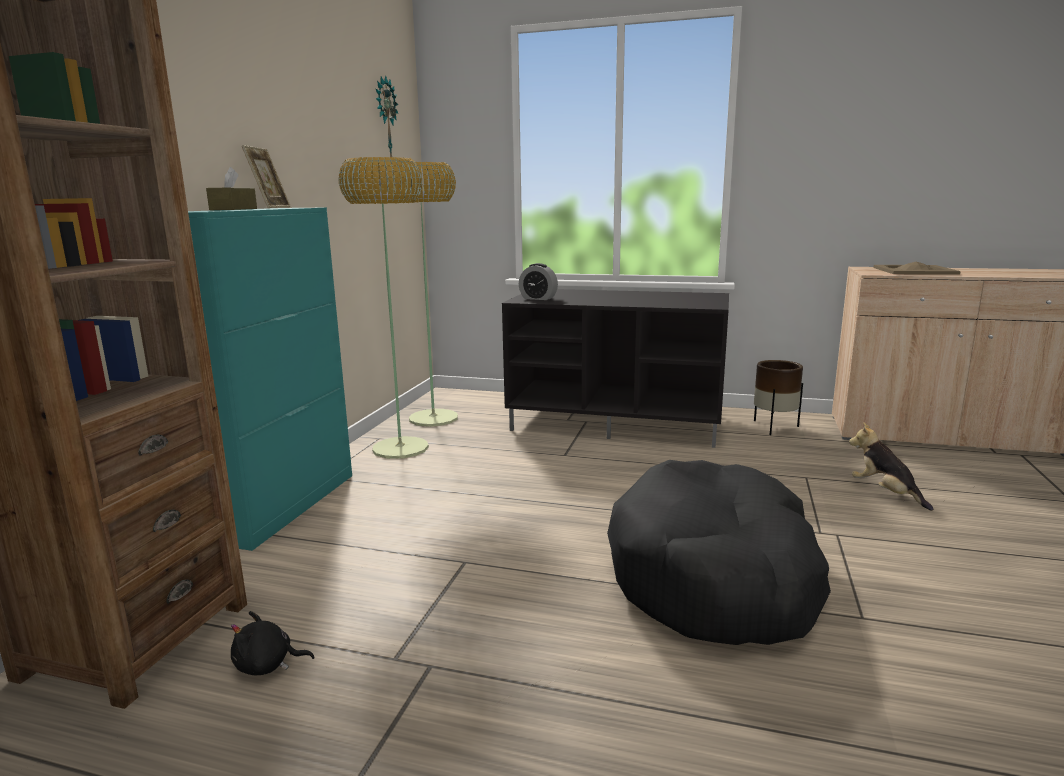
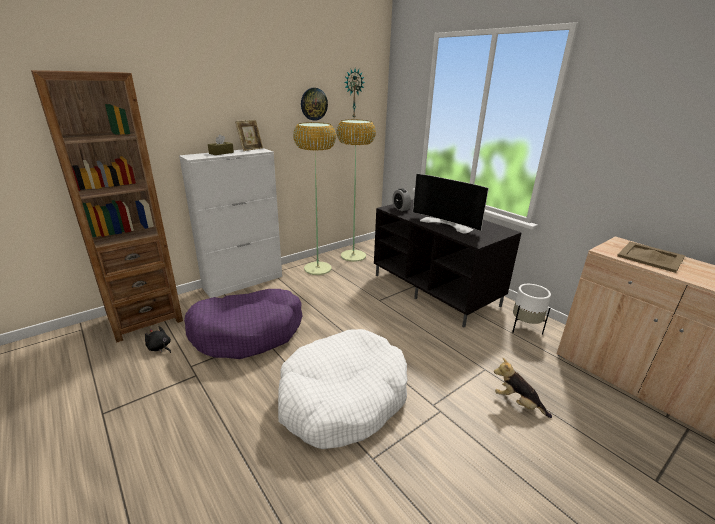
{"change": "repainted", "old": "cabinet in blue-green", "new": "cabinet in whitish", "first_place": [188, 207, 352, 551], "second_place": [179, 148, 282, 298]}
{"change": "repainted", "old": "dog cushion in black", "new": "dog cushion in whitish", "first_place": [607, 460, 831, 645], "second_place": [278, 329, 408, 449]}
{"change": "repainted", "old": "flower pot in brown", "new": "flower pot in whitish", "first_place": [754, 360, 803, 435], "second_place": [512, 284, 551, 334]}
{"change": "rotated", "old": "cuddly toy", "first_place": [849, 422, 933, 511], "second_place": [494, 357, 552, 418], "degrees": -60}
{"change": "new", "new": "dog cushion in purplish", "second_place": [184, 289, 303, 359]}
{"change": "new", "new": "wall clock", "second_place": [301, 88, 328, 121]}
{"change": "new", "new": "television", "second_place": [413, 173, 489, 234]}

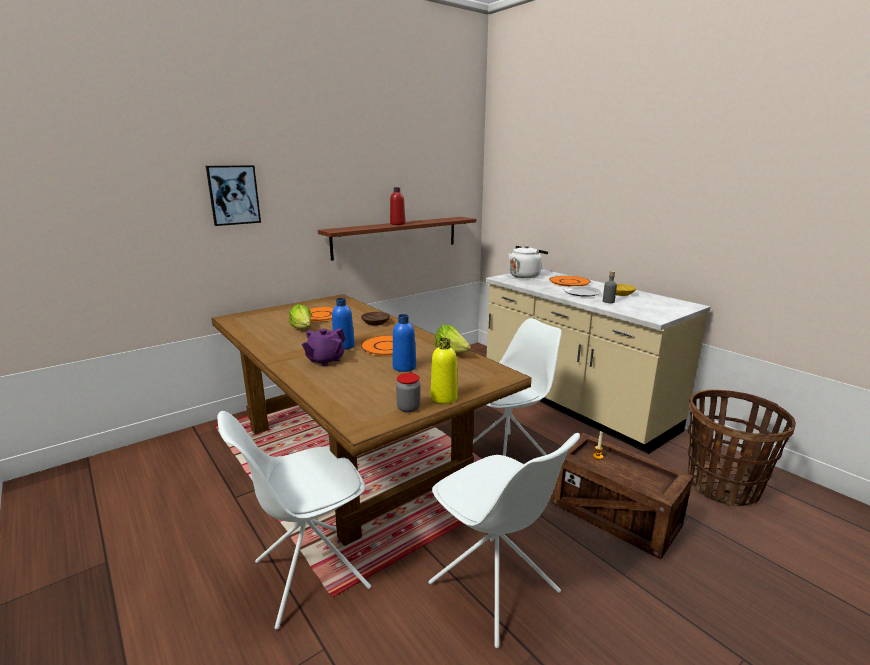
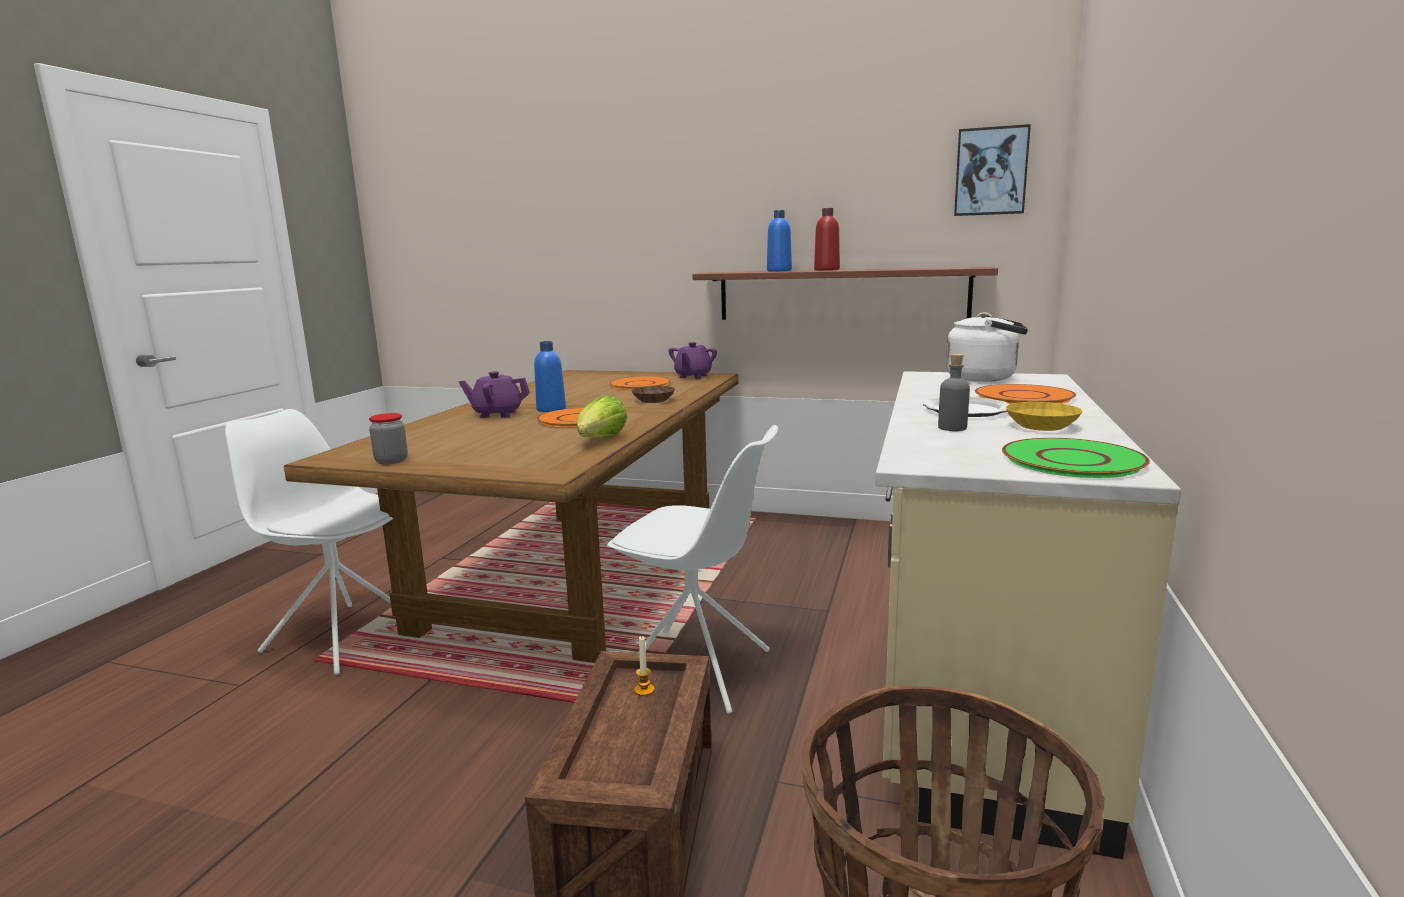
{"change": "shifted", "old": "picture", "first_place": [206, 165, 261, 226], "second_place": [954, 124, 1031, 216]}
{"change": "gone", "old": "lettuce head", "first_place": [289, 304, 312, 329]}
{"change": "shifted", "old": "drink bottle in blue-coloured", "first_place": [393, 314, 416, 372], "second_place": [767, 210, 792, 272]}
{"change": "gone", "old": "upright chair in whitish", "first_place": [428, 433, 580, 648]}
{"change": "gone", "old": "drink bottle in yellow-coloured", "first_place": [431, 338, 458, 404]}
{"change": "new", "new": "teapot in purplish", "second_place": [668, 342, 717, 379]}
{"change": "new", "new": "flat dish in green", "second_place": [1002, 438, 1150, 478]}

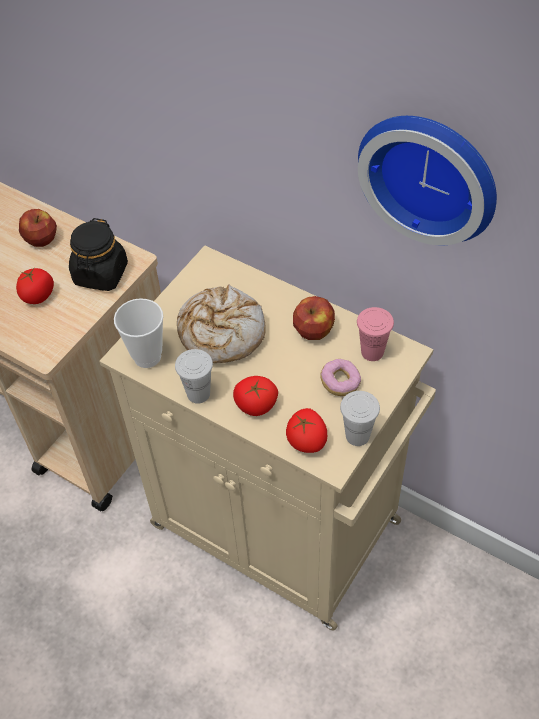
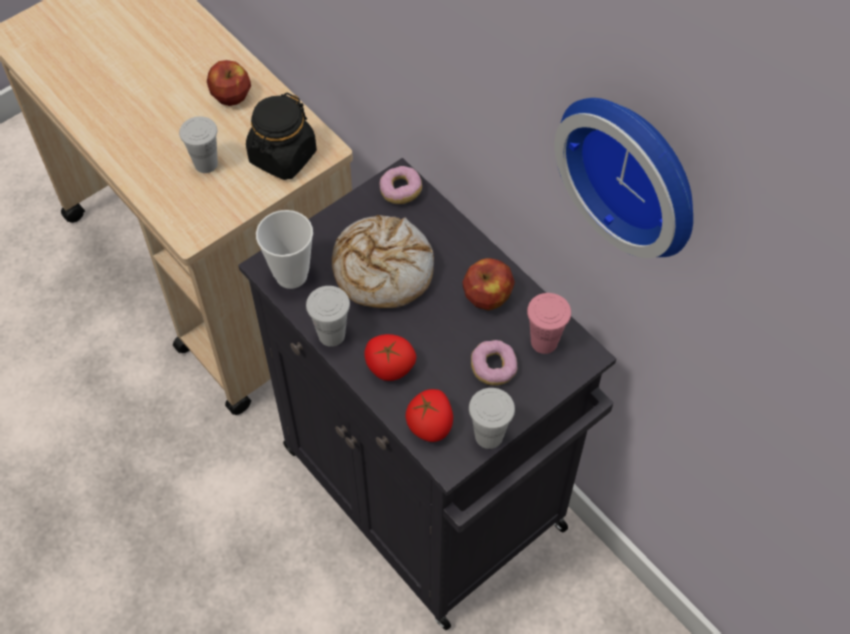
{"change": "swapped", "old": "tomato", "new": "cup in whitish", "first_place": [16, 268, 54, 304], "second_place": [179, 116, 218, 173]}
{"change": "repainted", "old": "cabinet in beige", "new": "cabinet in black", "first_place": [99, 245, 436, 631], "second_place": [238, 158, 616, 630]}
{"change": "new", "new": "donut", "second_place": [379, 166, 422, 204]}

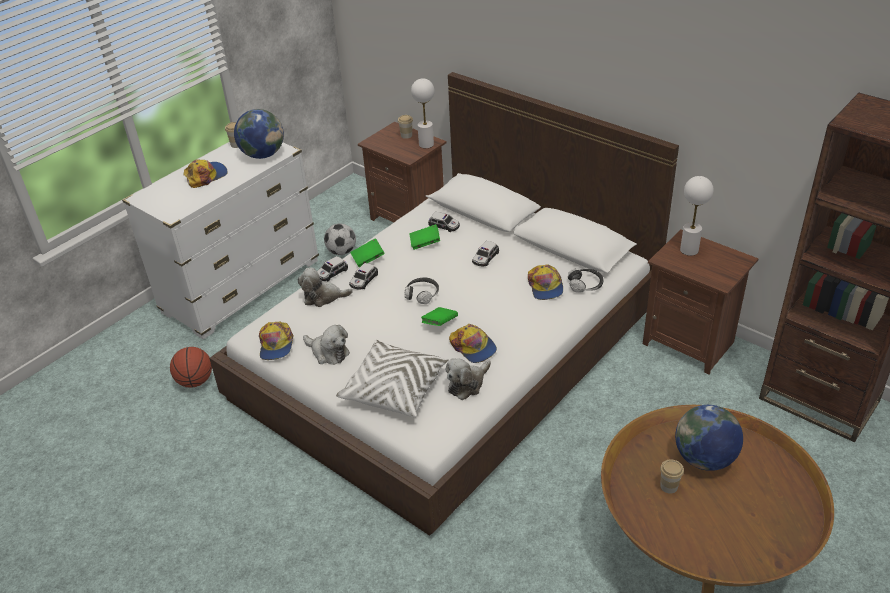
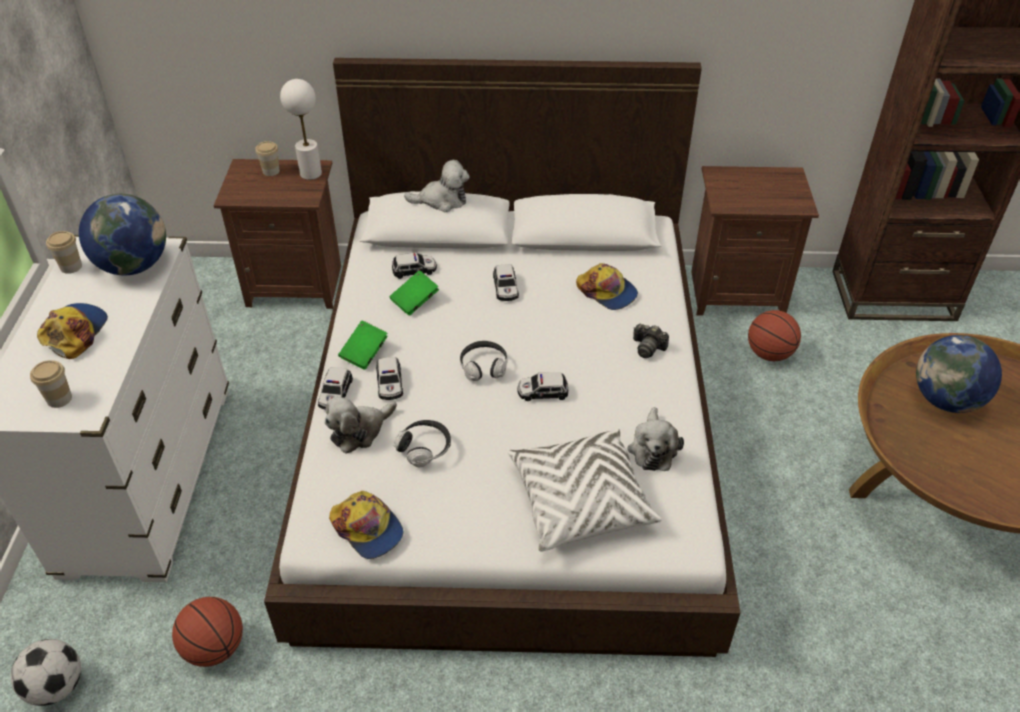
{"change": "shifted", "old": "cuddly toy", "first_place": [303, 325, 350, 365], "second_place": [404, 160, 470, 212]}
{"change": "shifted", "old": "football ball", "first_place": [324, 224, 356, 255], "second_place": [11, 639, 81, 706]}
{"change": "swapped", "old": "volume in green", "new": "miniature car", "first_place": [421, 307, 458, 326], "second_place": [517, 373, 568, 401]}
{"change": "gone", "old": "peaked cap", "first_place": [449, 324, 497, 363]}
{"change": "shifted", "old": "headset", "first_place": [568, 268, 604, 293], "second_place": [394, 420, 451, 467]}
{"change": "shifted", "old": "cup", "first_place": [660, 460, 684, 494], "second_place": [30, 360, 72, 408]}
{"change": "gone", "old": "table lamp in whitish", "first_place": [680, 176, 714, 256]}
{"change": "new", "new": "photo camera", "second_place": [633, 324, 669, 358]}
{"change": "new", "new": "basketball", "second_place": [748, 310, 801, 361]}

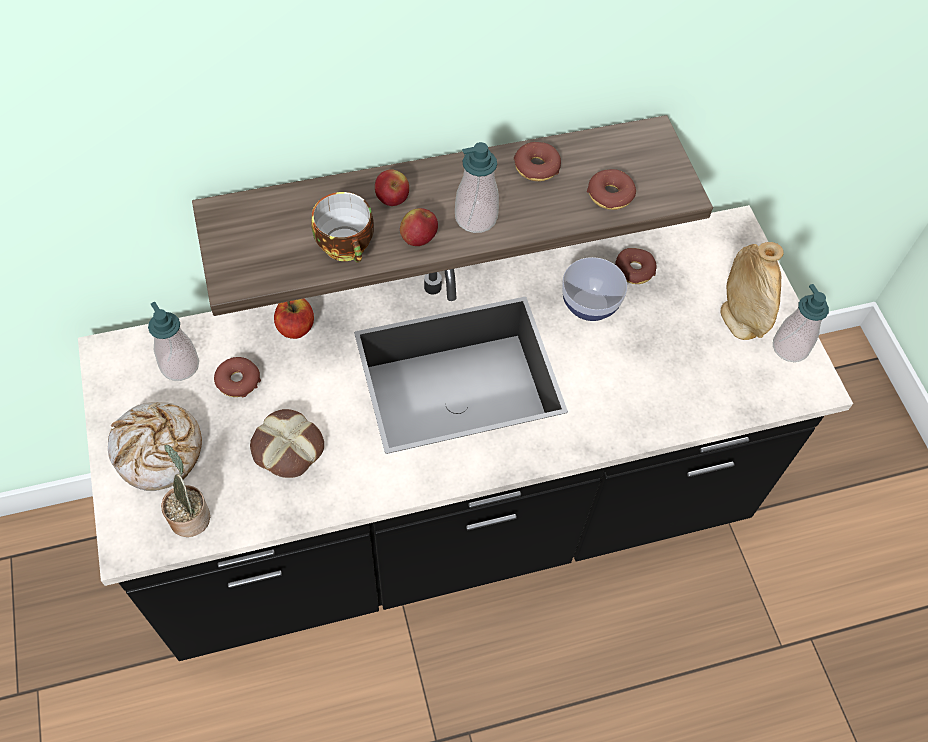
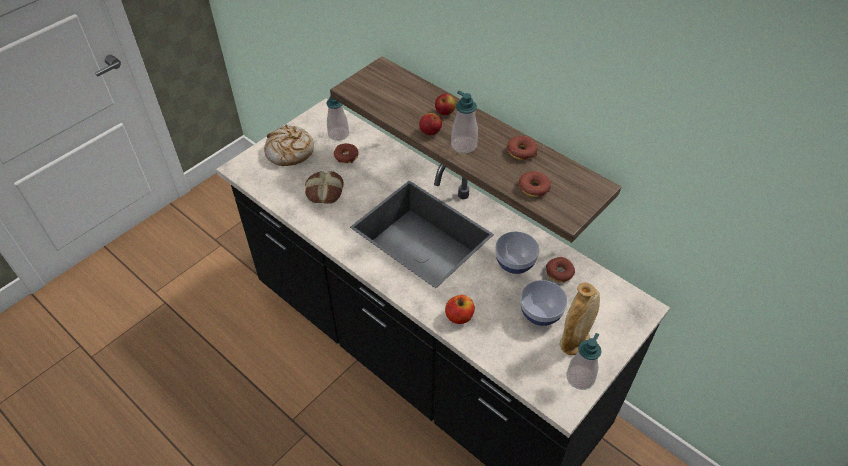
{"change": "gone", "old": "potted plant", "first_place": [161, 445, 210, 537]}
{"change": "shifted", "old": "whole apple", "first_place": [274, 298, 314, 339], "second_place": [445, 295, 475, 324]}
{"change": "gone", "old": "cup", "first_place": [312, 192, 374, 263]}
{"change": "new", "new": "bowl", "second_place": [520, 280, 567, 326]}

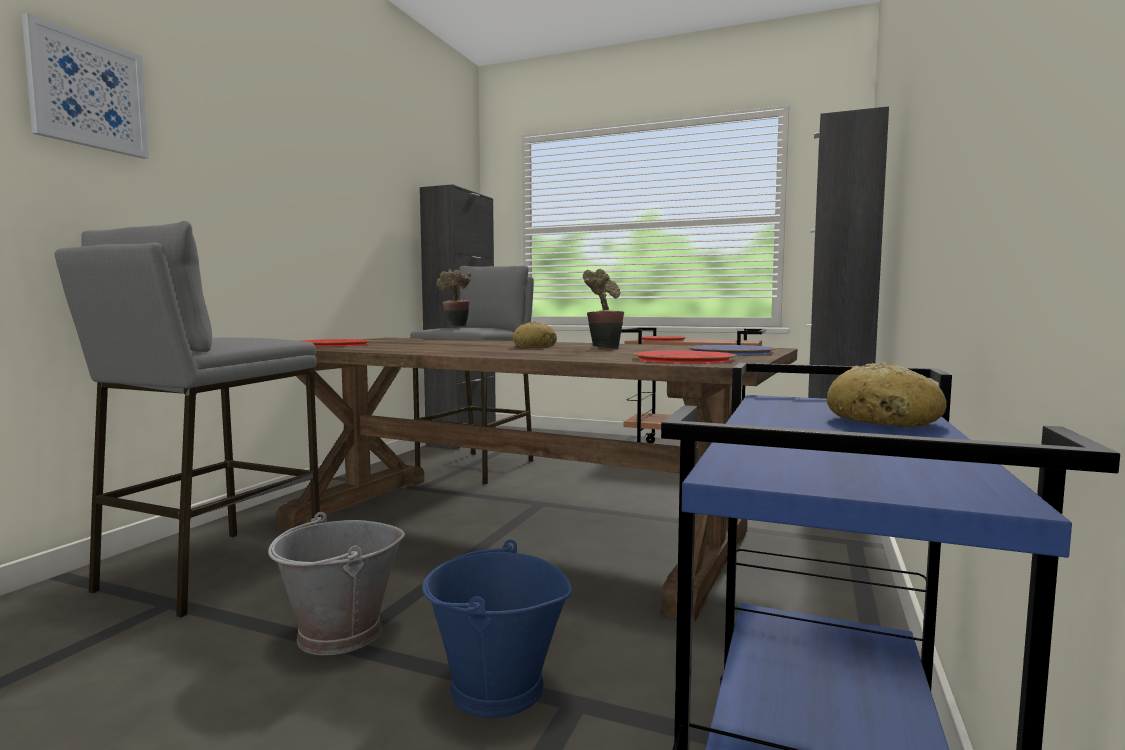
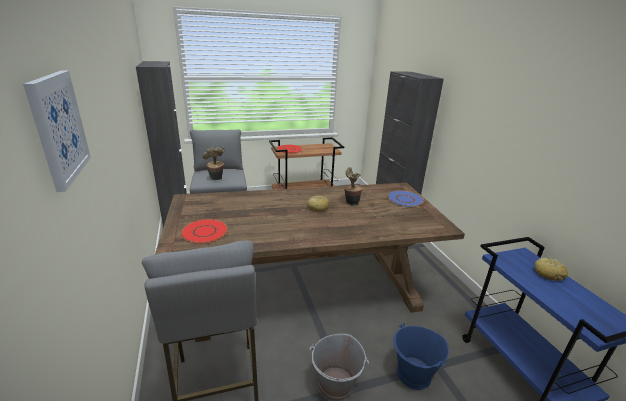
{"change": "gone", "old": "flat dish in red-coloured", "first_place": [633, 351, 737, 363]}

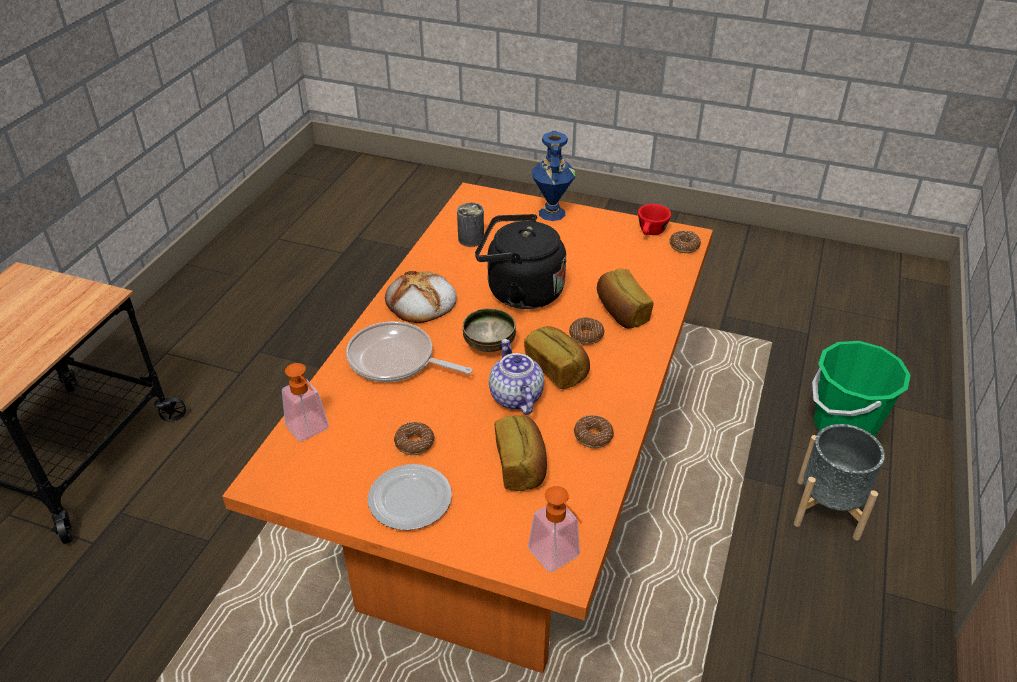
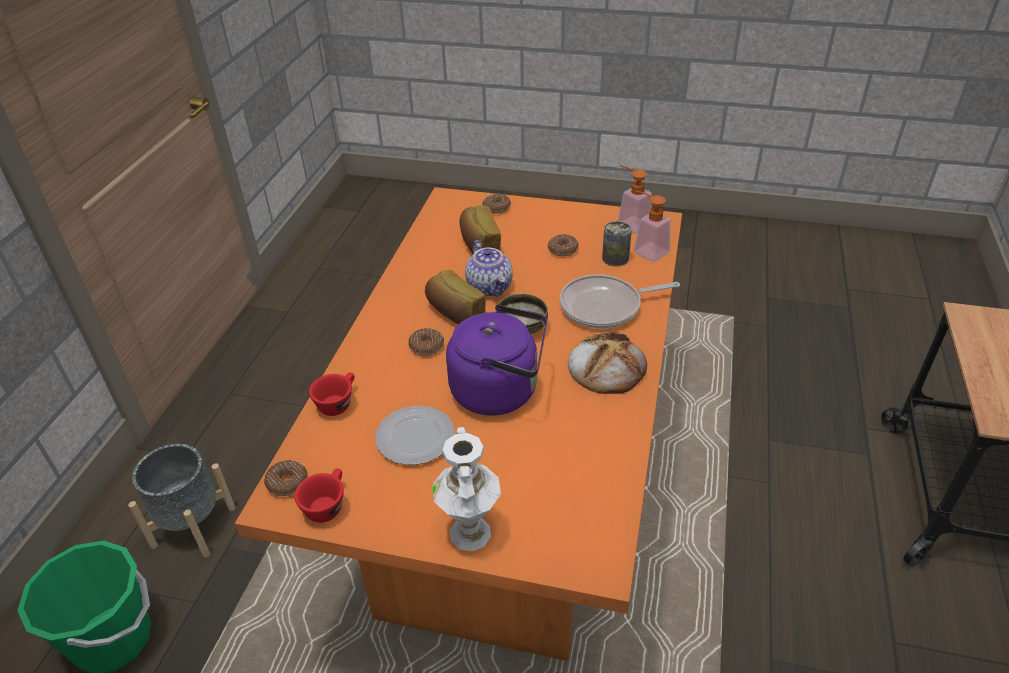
{"change": "rotated", "old": "pan", "first_place": [346, 321, 472, 382], "second_place": [560, 274, 680, 328], "degrees": 150}
{"change": "shifted", "old": "flat dish", "first_place": [368, 464, 452, 530], "second_place": [375, 406, 454, 465]}
{"change": "shifted", "old": "can", "first_place": [457, 203, 484, 247], "second_place": [602, 221, 632, 266]}
{"change": "repainted", "old": "kettle in black", "new": "kettle in purplish", "first_place": [475, 214, 566, 309], "second_place": [446, 304, 547, 416]}
{"change": "shifted", "old": "soap bottle", "first_place": [528, 486, 583, 572], "second_place": [618, 165, 652, 234]}
{"change": "repainted", "old": "flower vase in blue-coloured", "new": "flower vase in whitish", "first_place": [532, 131, 575, 221], "second_place": [433, 427, 501, 551]}
{"change": "shifted", "old": "donut", "first_place": [574, 415, 614, 448], "second_place": [483, 194, 511, 213]}
{"change": "gone", "old": "bakery bread", "first_place": [597, 269, 654, 329]}
{"change": "new", "new": "cup in red-coloured", "second_place": [309, 372, 354, 416]}

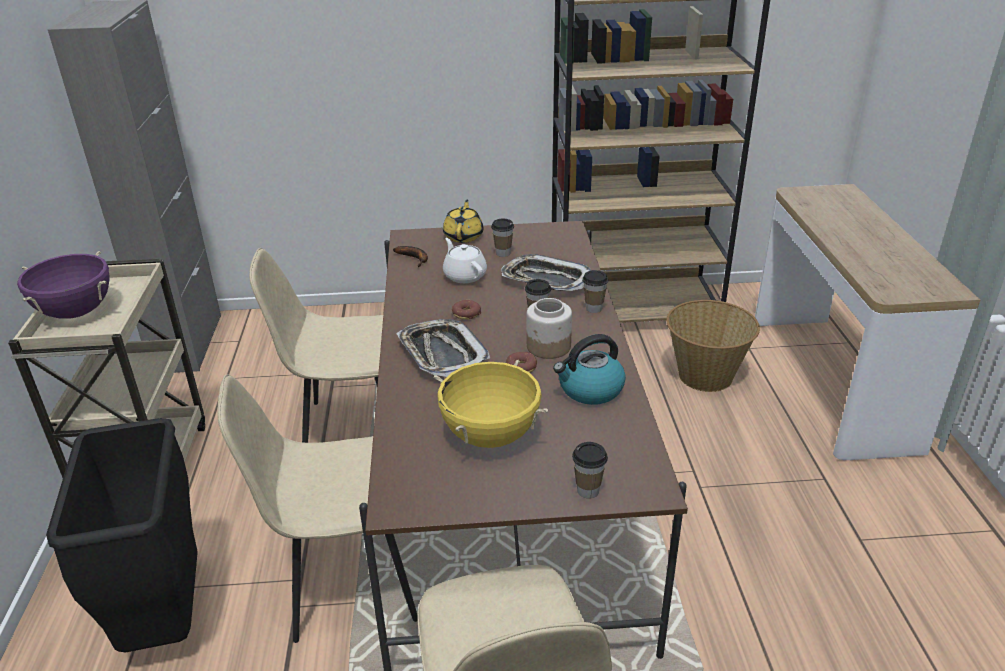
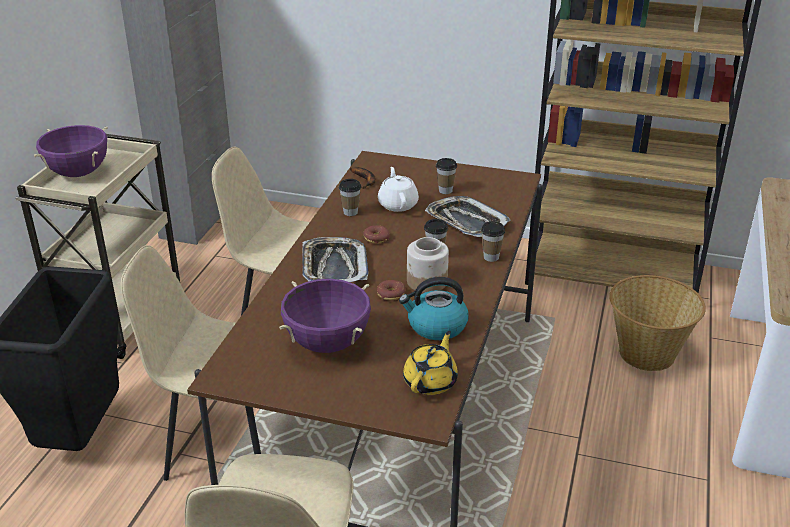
{"change": "repainted", "old": "stockpot in yellow-coloured", "new": "stockpot in purplish", "first_place": [434, 360, 548, 448], "second_place": [279, 279, 371, 353]}
{"change": "shifted", "old": "teapot in yellow-coloured", "first_place": [443, 200, 483, 243], "second_place": [403, 331, 458, 395]}
{"change": "shifted", "old": "cup", "first_place": [572, 442, 608, 499], "second_place": [339, 179, 361, 216]}

